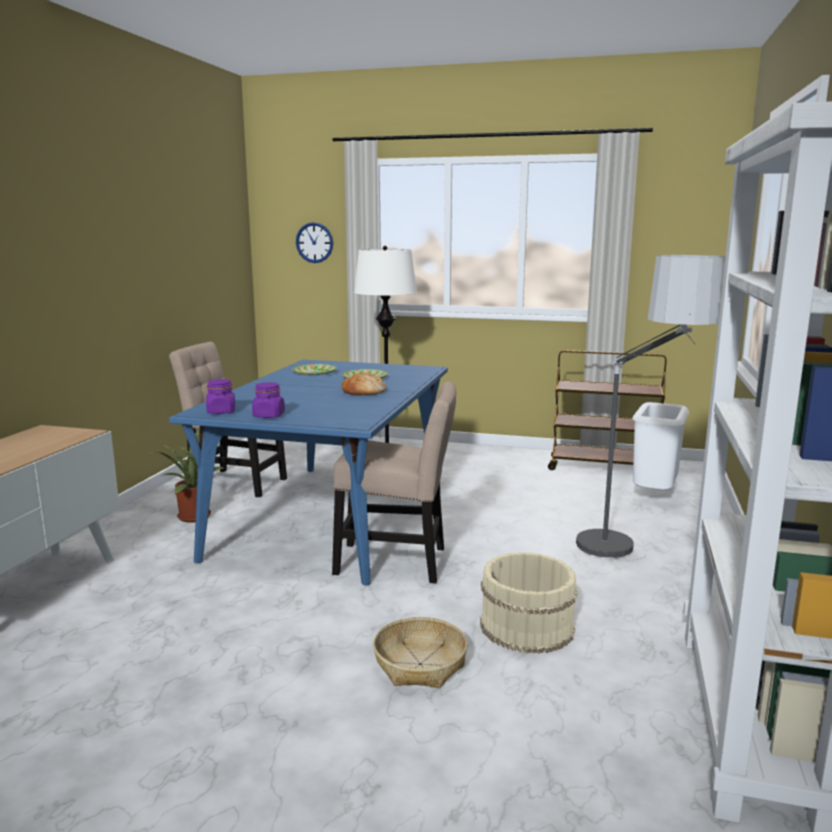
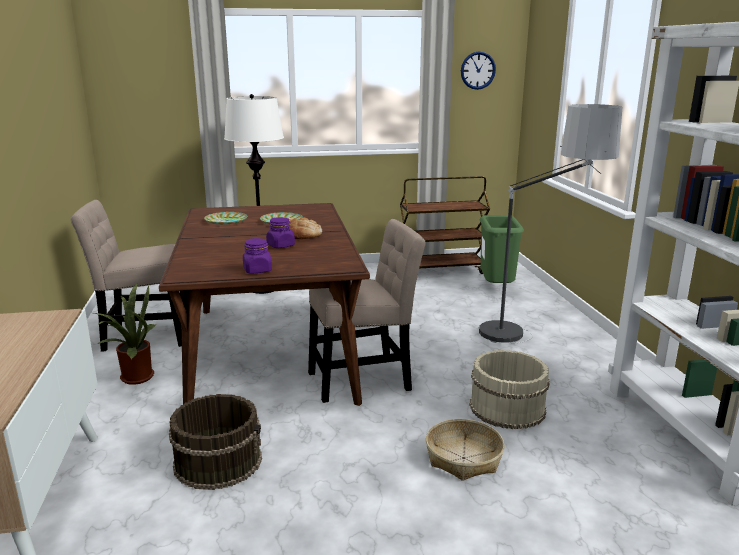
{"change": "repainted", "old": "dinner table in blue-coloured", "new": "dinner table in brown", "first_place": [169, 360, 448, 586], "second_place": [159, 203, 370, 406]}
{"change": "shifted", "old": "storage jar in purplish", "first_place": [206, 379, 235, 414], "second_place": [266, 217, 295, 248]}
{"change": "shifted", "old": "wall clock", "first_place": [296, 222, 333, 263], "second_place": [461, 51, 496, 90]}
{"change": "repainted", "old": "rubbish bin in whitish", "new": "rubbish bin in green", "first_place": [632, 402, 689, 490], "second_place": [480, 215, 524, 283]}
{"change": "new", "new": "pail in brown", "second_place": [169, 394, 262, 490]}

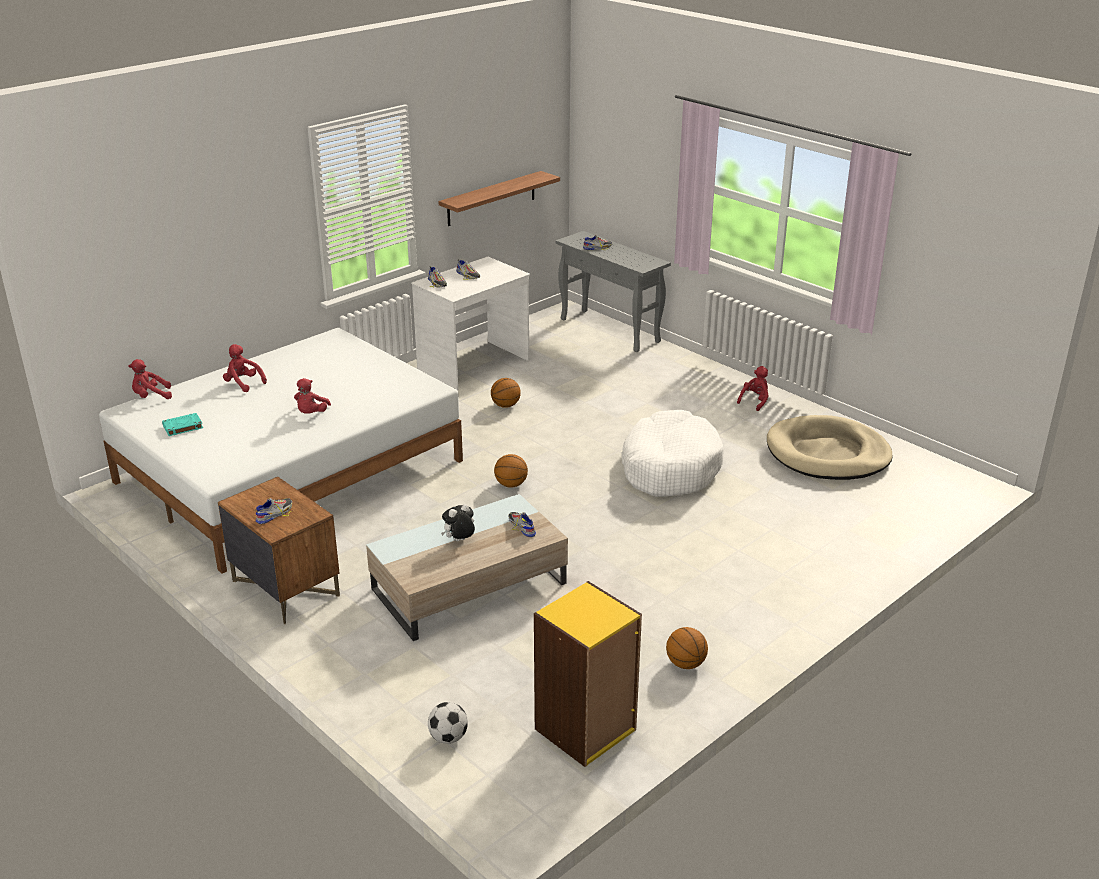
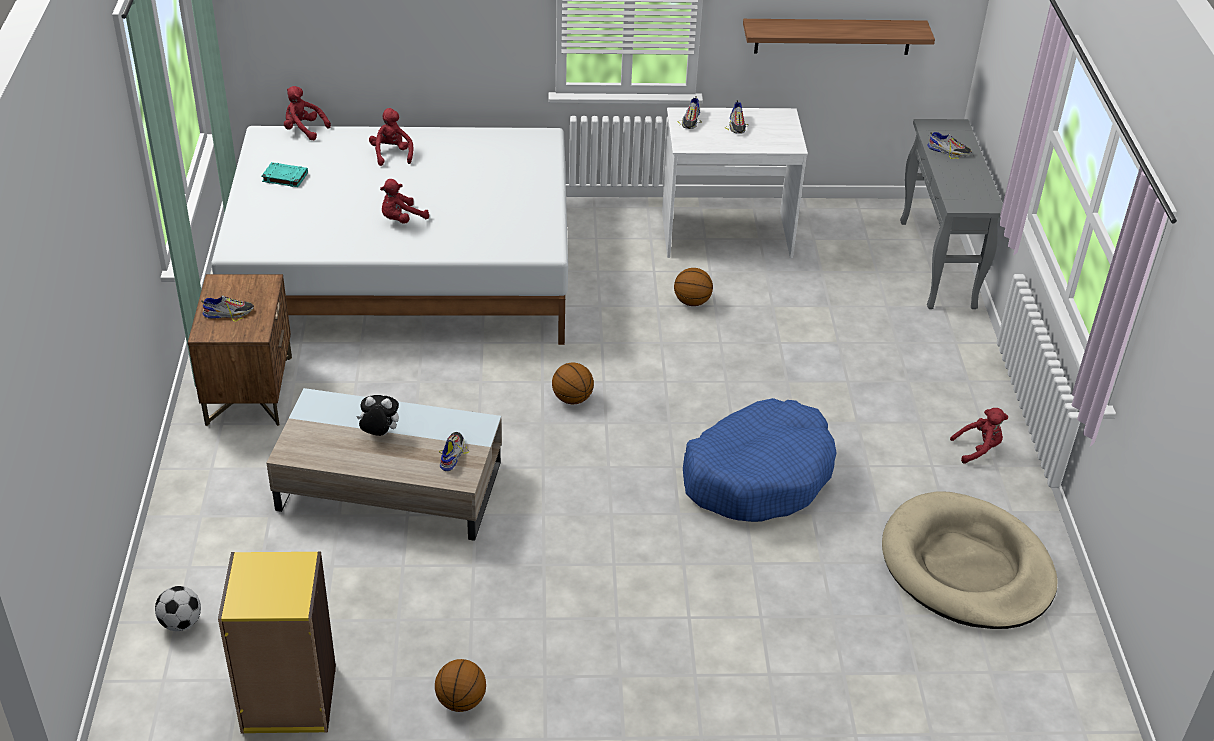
{"change": "repainted", "old": "dog cushion in whitish", "new": "dog cushion in blue-coloured", "first_place": [621, 410, 724, 497], "second_place": [683, 398, 837, 522]}

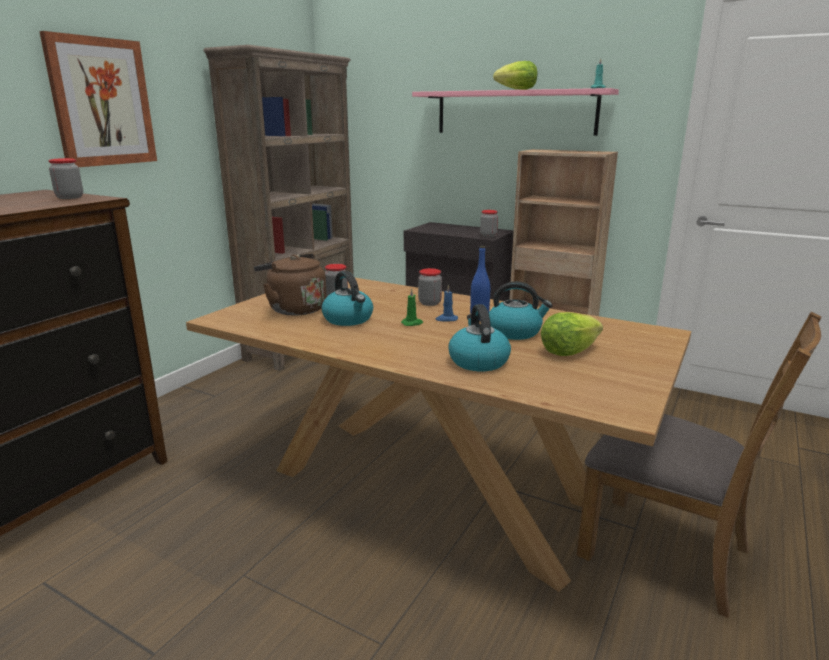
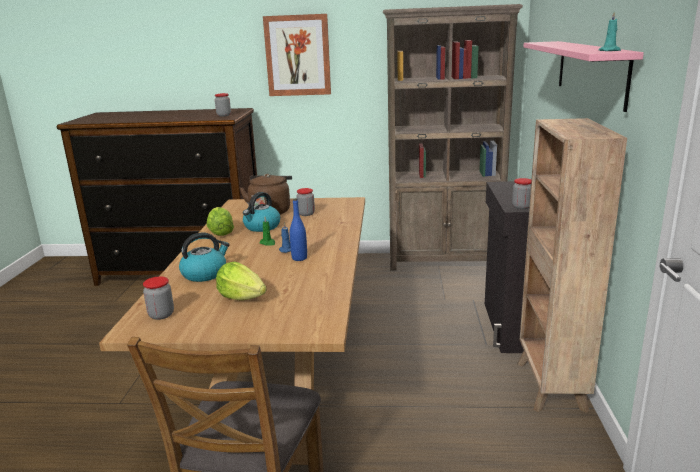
{"change": "shifted", "old": "storage jar", "first_place": [418, 268, 442, 306], "second_place": [143, 276, 174, 320]}
{"change": "gone", "old": "kettle", "first_place": [489, 282, 553, 340]}
{"change": "shifted", "old": "lettuce head", "first_place": [493, 61, 537, 90], "second_place": [207, 207, 234, 236]}

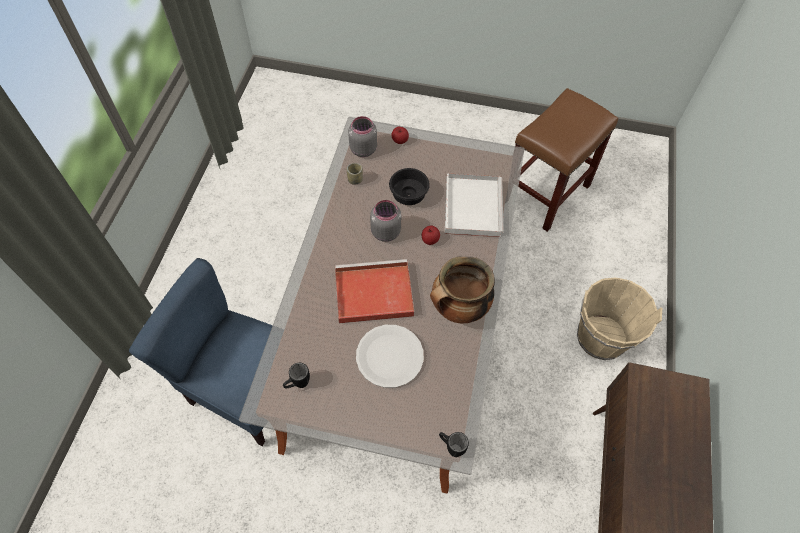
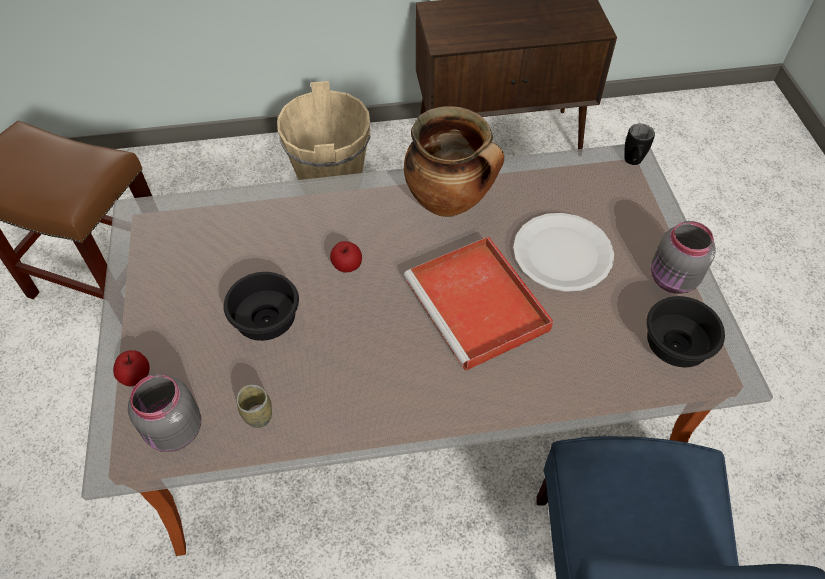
{"change": "swapped", "old": "coffee mug in black", "new": "bowl in black", "first_place": [283, 363, 310, 388], "second_place": [646, 296, 725, 367]}
{"change": "shifted", "old": "storage jar in greyish", "first_place": [370, 200, 401, 242], "second_place": [651, 221, 716, 294]}
{"change": "gone", "old": "tray in whitish", "first_place": [445, 173, 504, 237]}

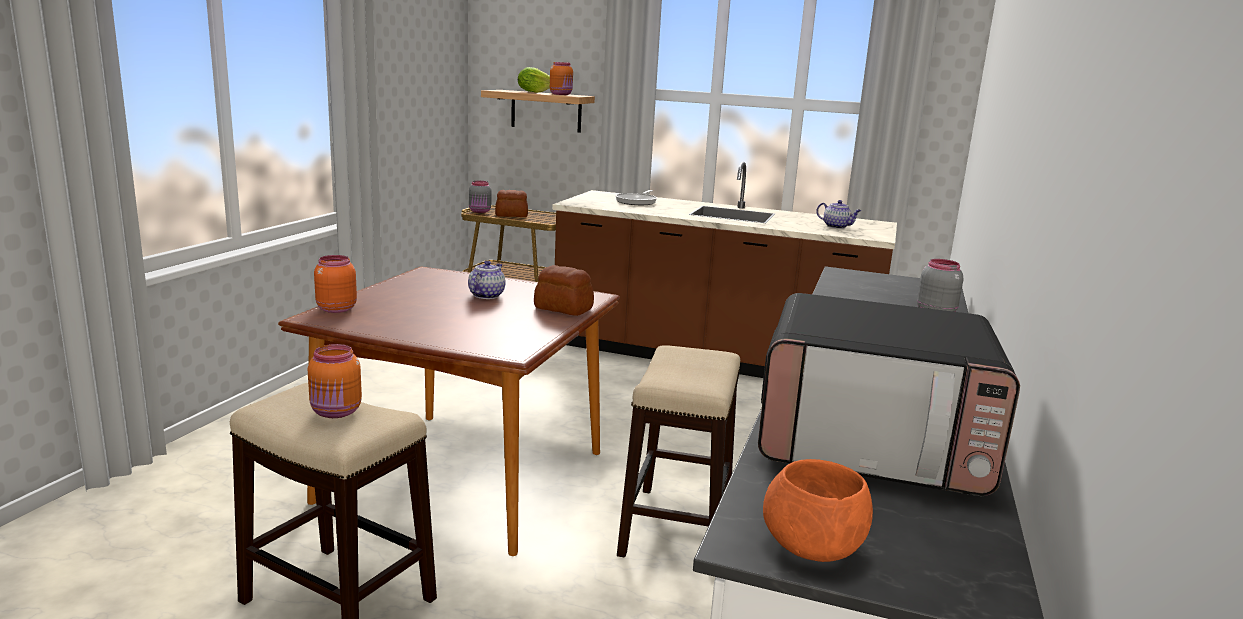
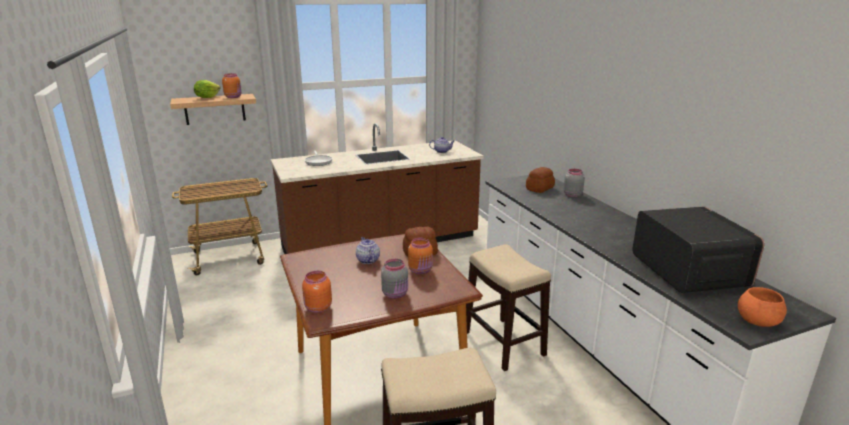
{"change": "shifted", "old": "storage jar in orangey", "first_place": [308, 344, 362, 418], "second_place": [408, 238, 433, 274]}
{"change": "shifted", "old": "storage jar in greyish", "first_place": [469, 181, 491, 213], "second_place": [381, 259, 408, 299]}
{"change": "shifted", "old": "bakery bread", "first_place": [495, 190, 528, 217], "second_place": [526, 167, 555, 193]}
{"change": "rotated", "old": "microwave oven", "first_place": [758, 293, 1020, 496], "second_place": [632, 206, 764, 293], "degrees": -75}

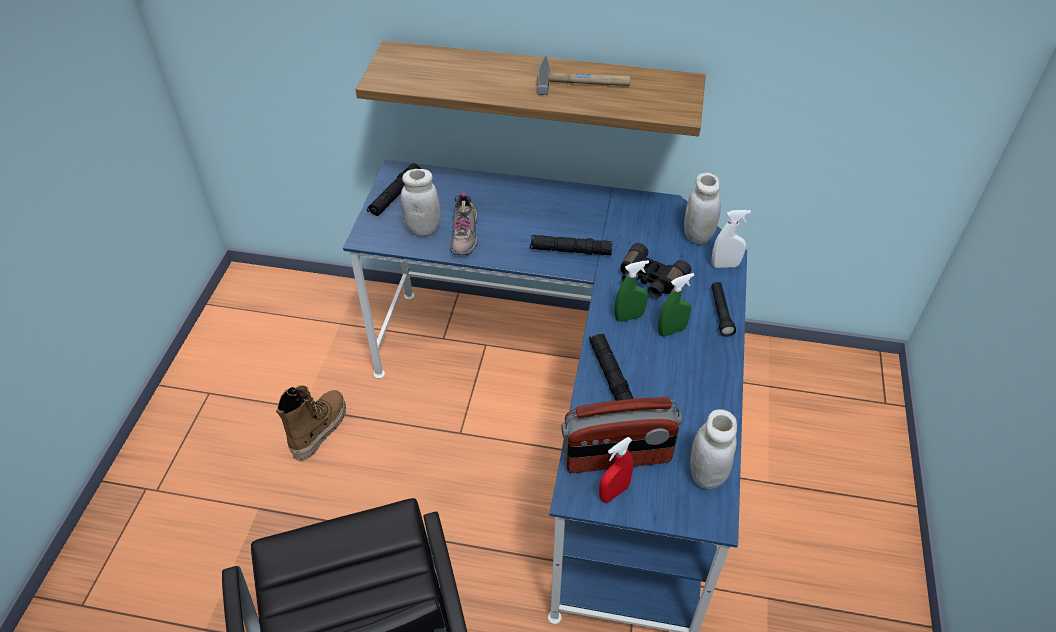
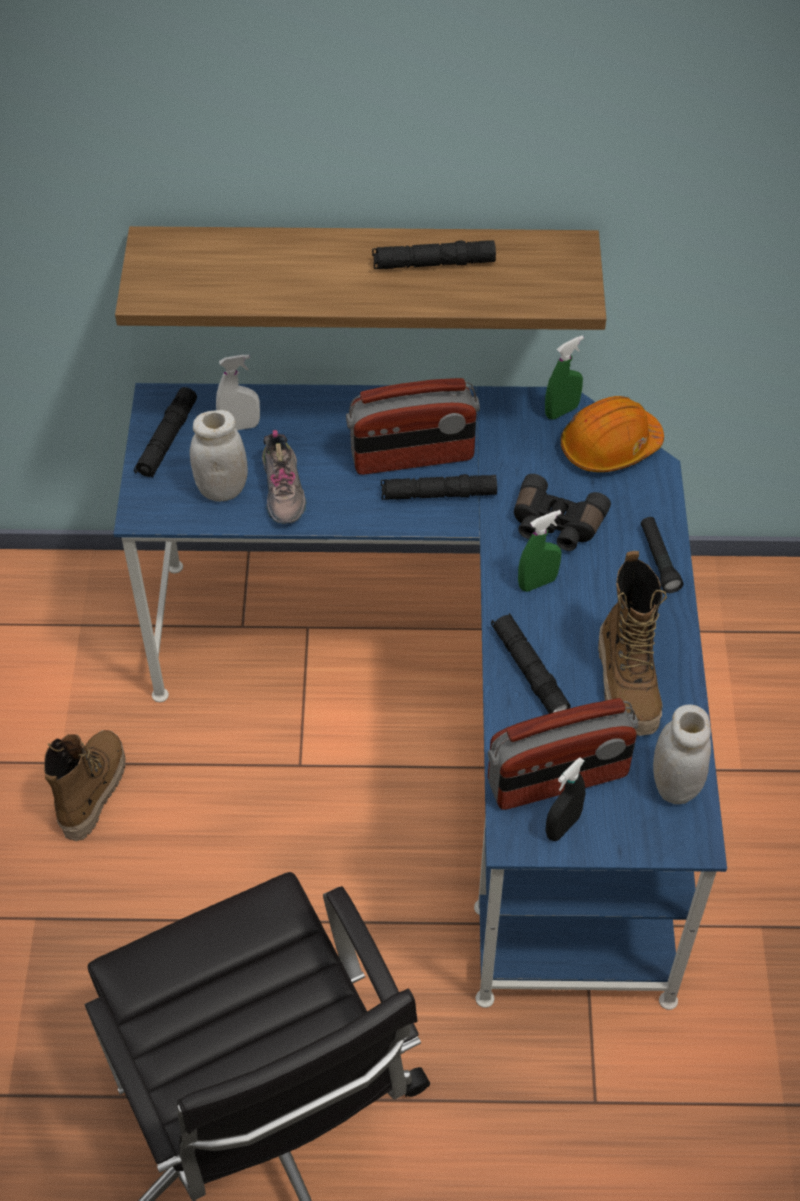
{"change": "swapped", "old": "hammer", "new": "torch in black", "first_place": [537, 56, 631, 95], "second_place": [372, 240, 496, 269]}
{"change": "repainted", "old": "hand sprayer in red-coloured", "new": "hand sprayer in black", "first_place": [599, 437, 633, 503], "second_place": [546, 757, 585, 841]}
{"change": "shifted", "old": "hand sprayer in green", "first_place": [658, 273, 694, 337], "second_place": [545, 335, 584, 419]}
{"change": "swapped", "old": "storage jar in whitish", "new": "safety helmet in orangey", "first_place": [684, 173, 721, 244], "second_place": [561, 396, 664, 472]}
{"change": "shifted", "old": "hand sprayer in whitish", "first_place": [712, 210, 751, 268], "second_place": [216, 354, 260, 430]}
{"change": "new", "new": "radio receiver", "second_place": [346, 378, 480, 475]}
{"change": "new", "new": "boot", "second_place": [598, 551, 667, 736]}

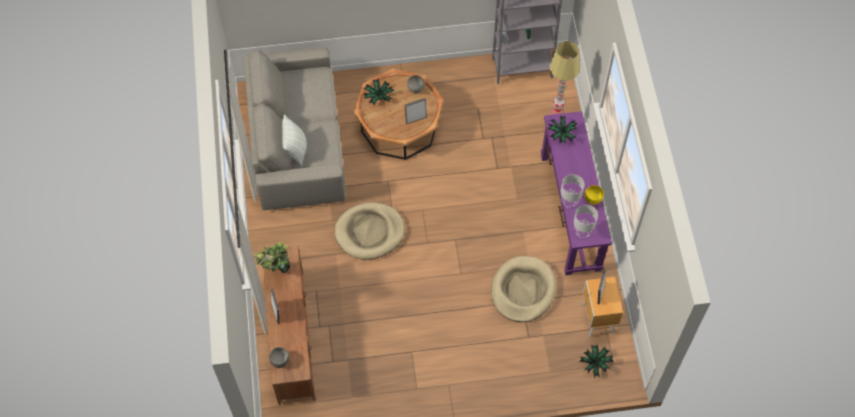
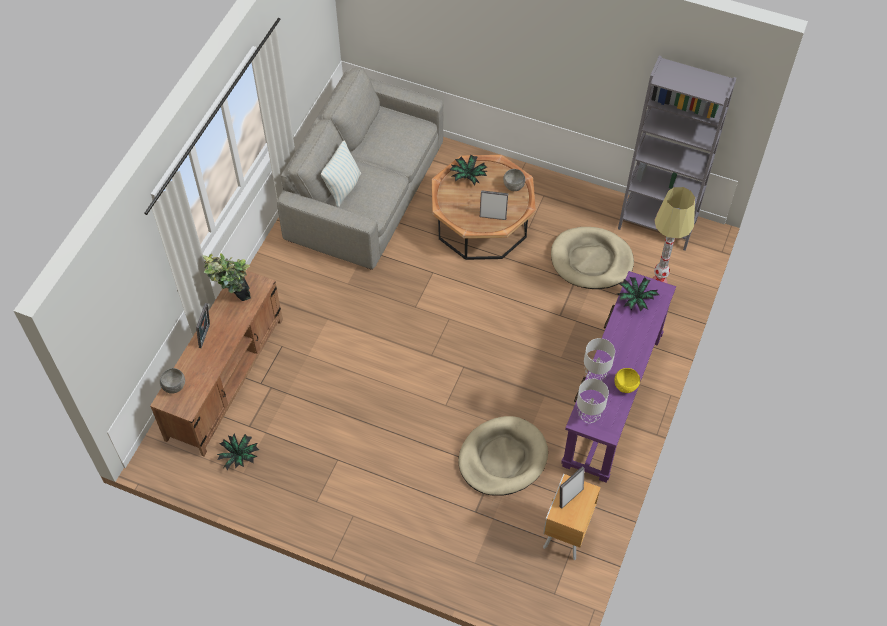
{"change": "shifted", "old": "dog cushion in beige", "first_place": [335, 202, 405, 260], "second_place": [551, 227, 634, 289]}
{"change": "shifted", "old": "potted plant", "first_place": [579, 345, 614, 378], "second_place": [217, 433, 259, 470]}

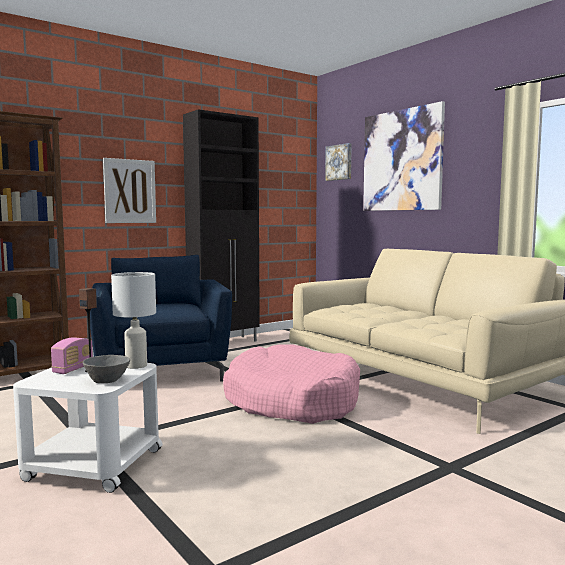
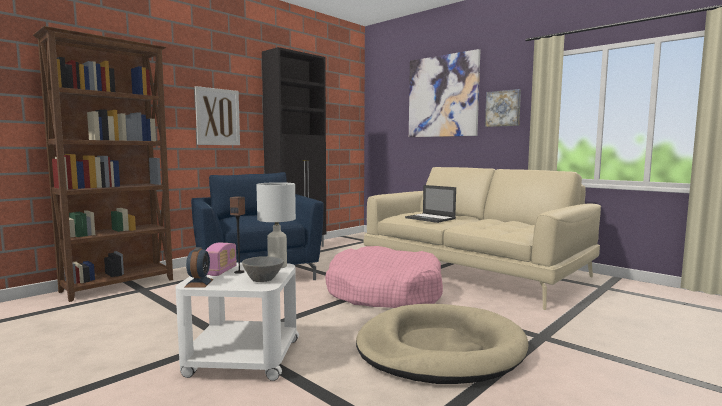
{"change": "shifted", "old": "picture", "first_place": [325, 143, 352, 181], "second_place": [485, 89, 521, 127]}
{"change": "new", "new": "alarm clock", "second_place": [185, 247, 213, 287]}
{"change": "new", "new": "dog cushion in beige", "second_place": [356, 304, 529, 384]}
{"change": "new", "new": "laptop", "second_place": [405, 185, 456, 223]}

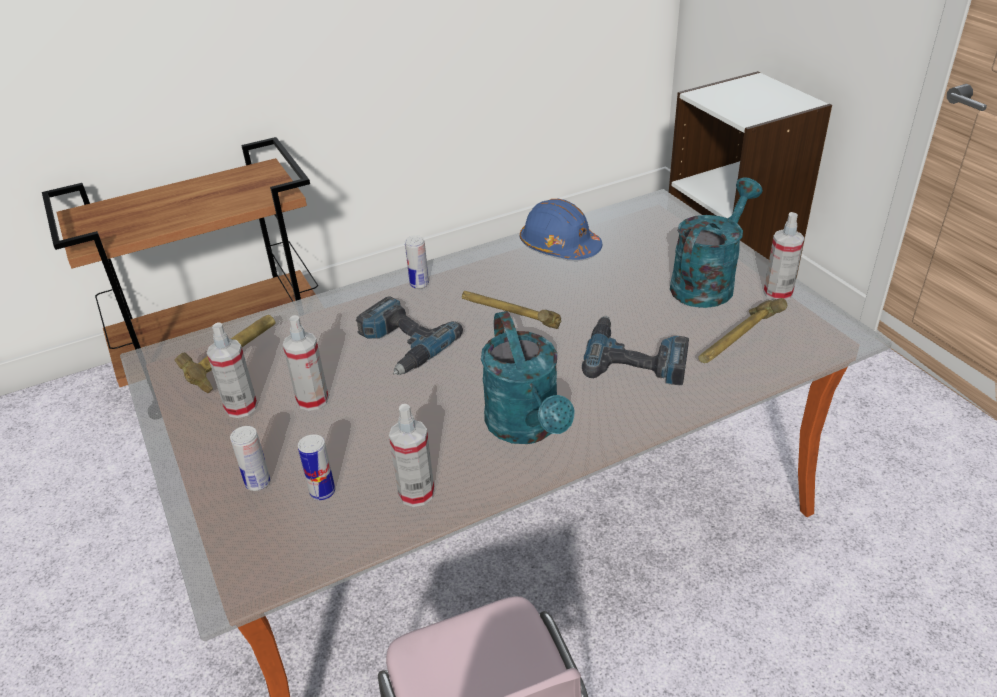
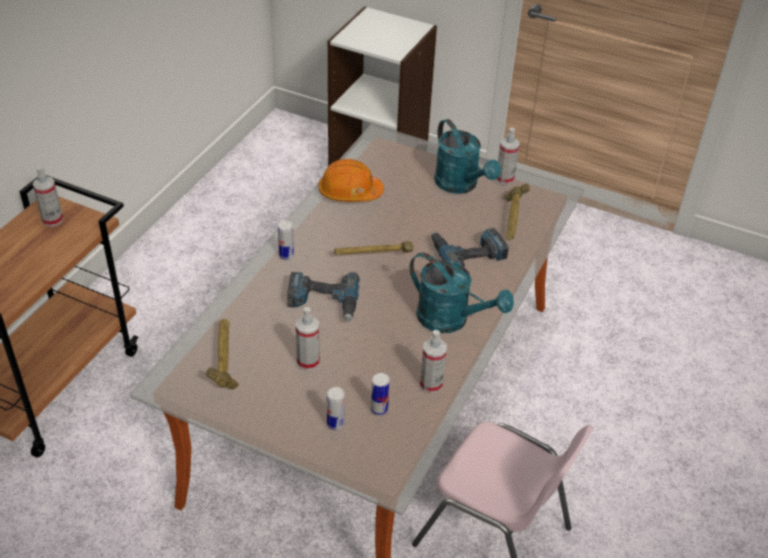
{"change": "shifted", "old": "hand sprayer", "first_place": [207, 322, 257, 418], "second_place": [33, 166, 63, 227]}
{"change": "repainted", "old": "safety helmet in blue-coloured", "new": "safety helmet in orangey", "first_place": [520, 199, 602, 260], "second_place": [318, 159, 384, 202]}
{"change": "rotated", "old": "watering can in blue-green", "first_place": [670, 177, 763, 308], "second_place": [434, 119, 501, 194], "degrees": 150}

